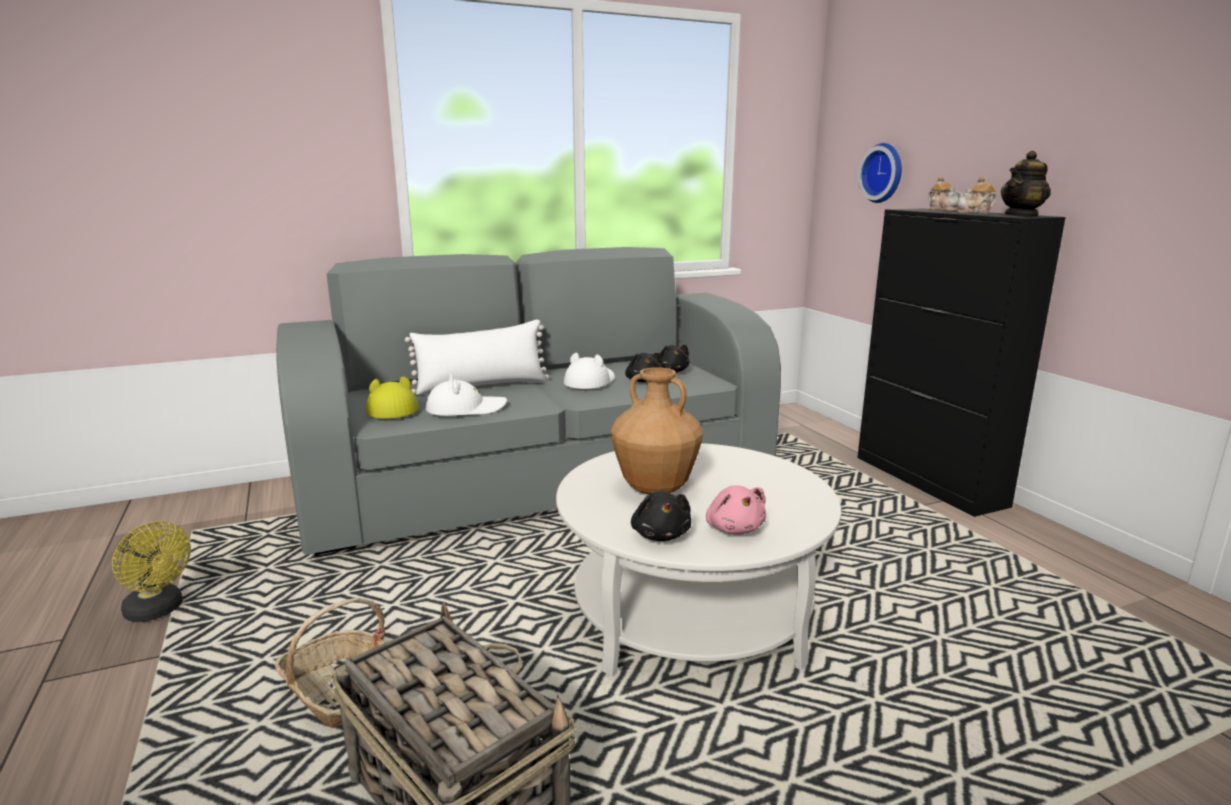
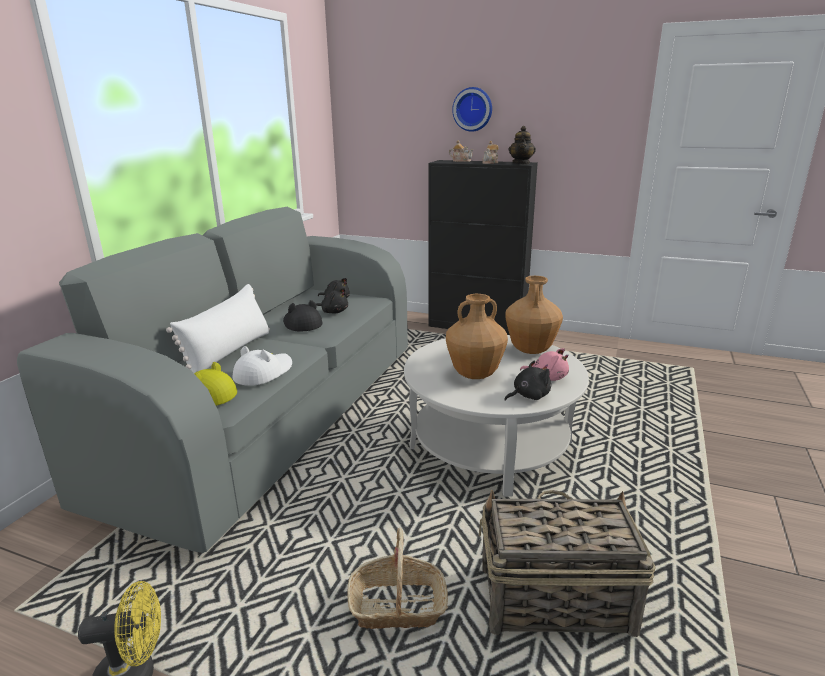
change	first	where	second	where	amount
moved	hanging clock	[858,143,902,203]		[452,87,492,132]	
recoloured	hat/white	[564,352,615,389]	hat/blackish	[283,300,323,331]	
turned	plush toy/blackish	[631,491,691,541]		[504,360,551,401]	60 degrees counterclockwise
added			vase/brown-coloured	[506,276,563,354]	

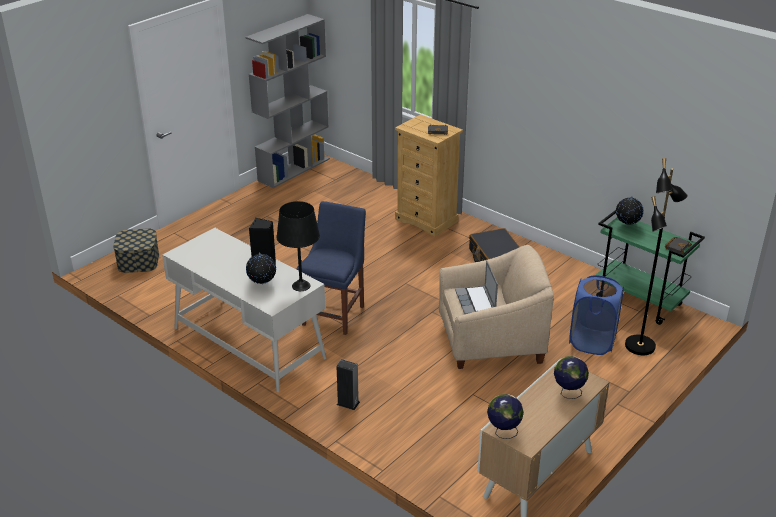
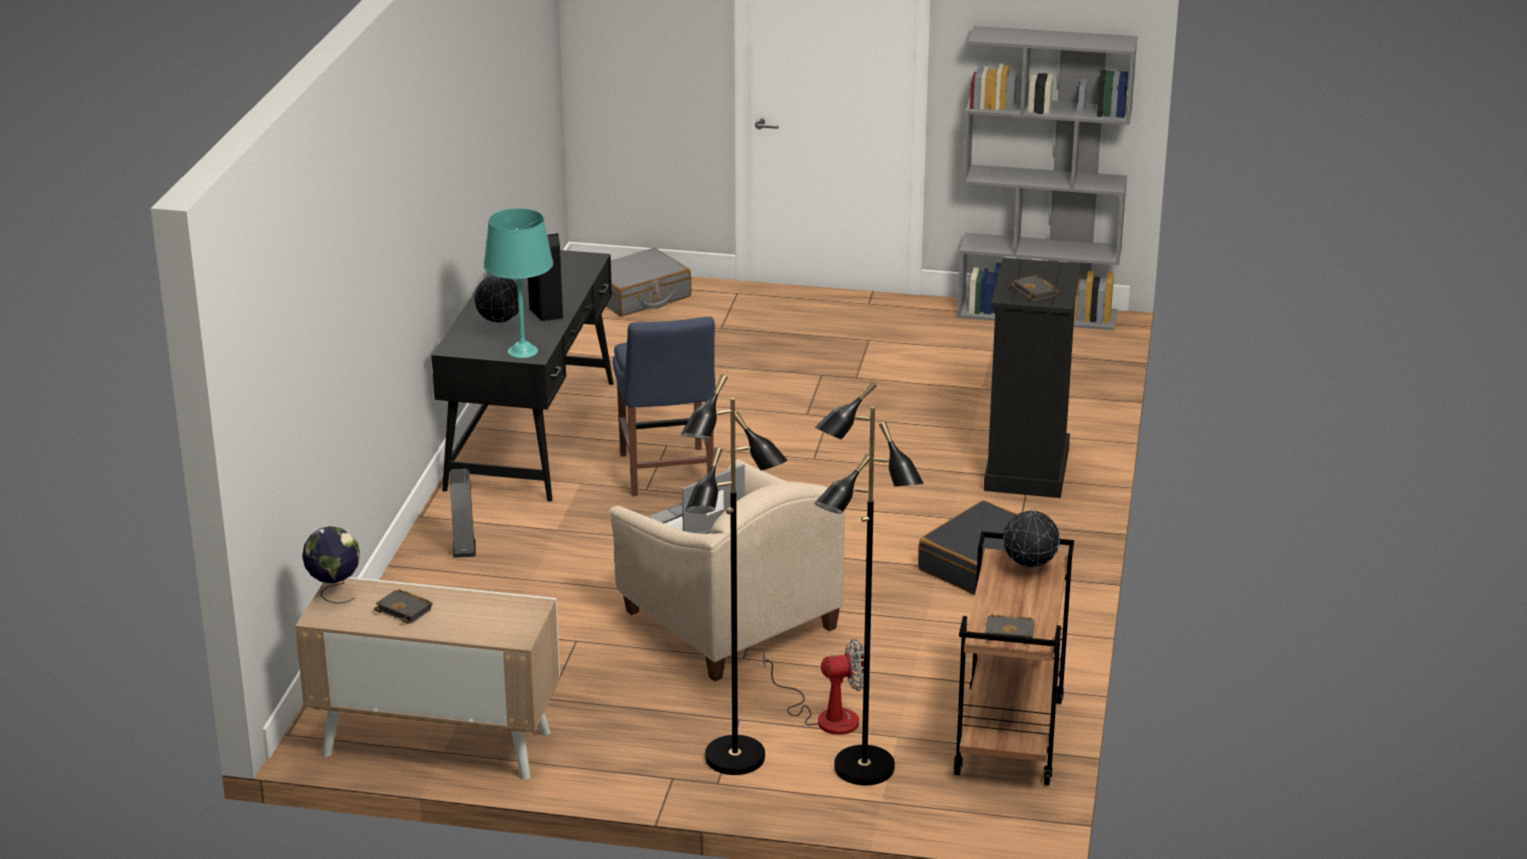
change	first	where	second	where	amount
recoloured	dresser/beige	[395,114,463,237]	dresser/blackish	[984,258,1081,498]	
recoloured	table lamp/blackish	[276,201,320,291]	table lamp/turquoise	[484,208,553,358]	
turned	chair/blue	[296,201,366,335]		[613,317,716,496]	90 degrees clockwise
recoloured	wheeled cart/greenish	[596,210,705,325]	wheeled cart/brown-coloured	[954,531,1074,785]	
recoloured	desk unit/white	[162,228,326,392]	desk unit/blackish	[431,250,614,502]	
replaced	storage container	[113,229,159,273]	piece of luggage/gray	[606,248,691,316]	
replaced	washing basket/blue	[569,275,624,355]	electric fan	[763,639,864,735]	
removed	desk globe	[554,356,589,399]			
added			standard lamp/blackish	[681,374,788,775]	
added			book/blackish	[374,589,433,624]	

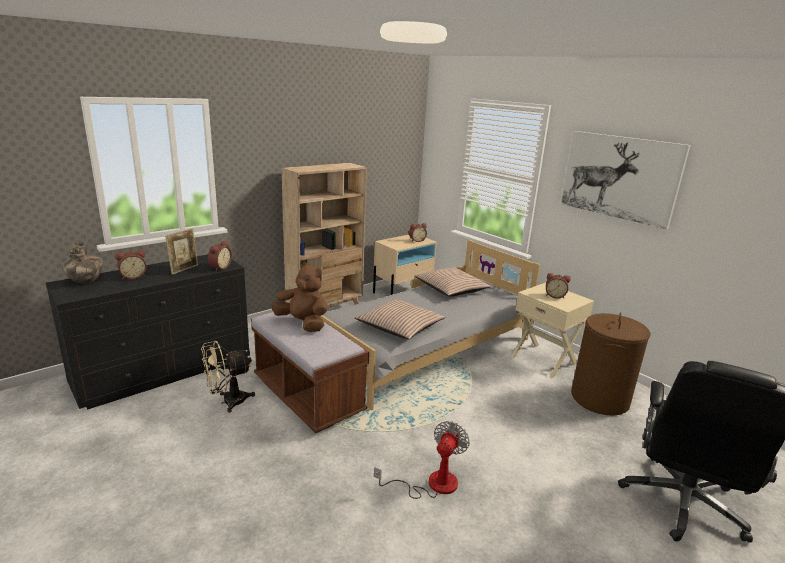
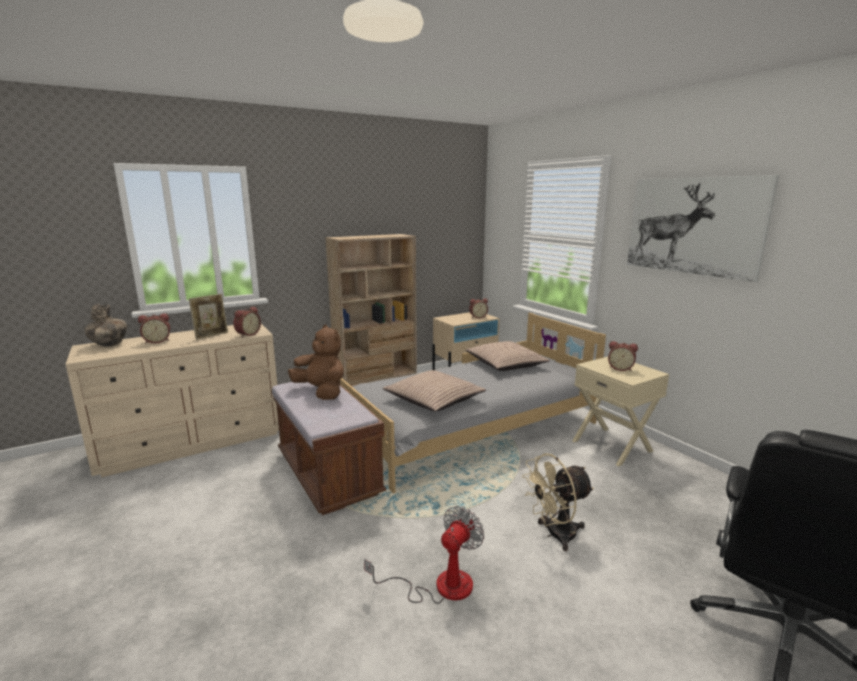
change	first	where	second	where	amount
recoloured	dresser/blackish	[46,255,250,410]	dresser/beige	[66,324,279,477]	
removed	washing basket/brown-coloured	[571,312,651,416]			
moved	electric fan/beige	[201,341,255,413]		[522,453,594,551]	

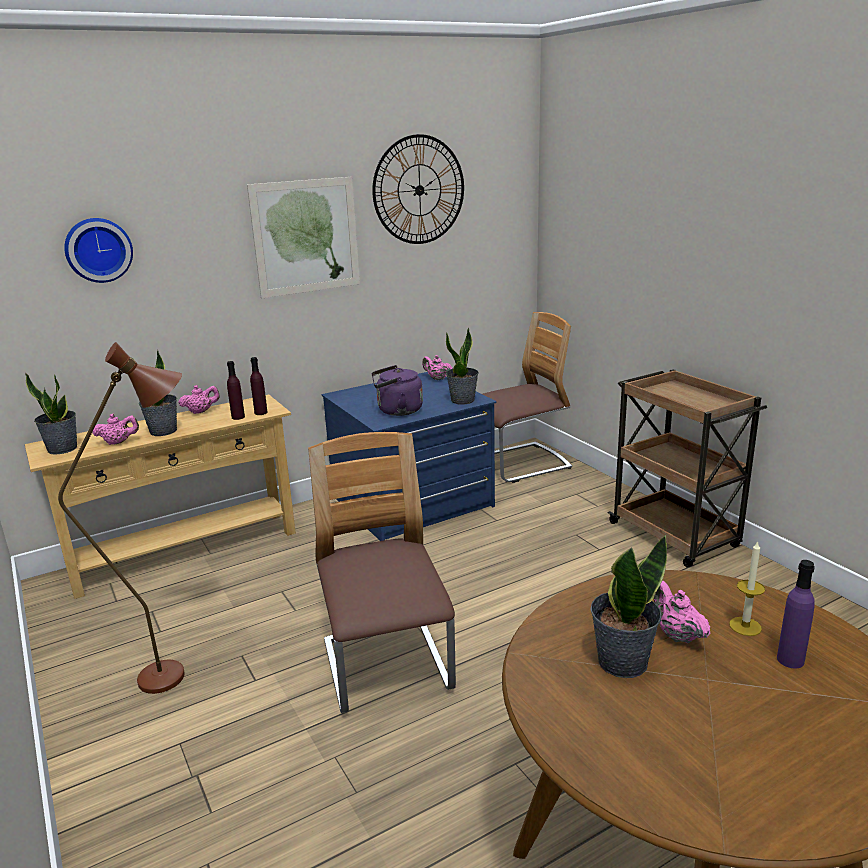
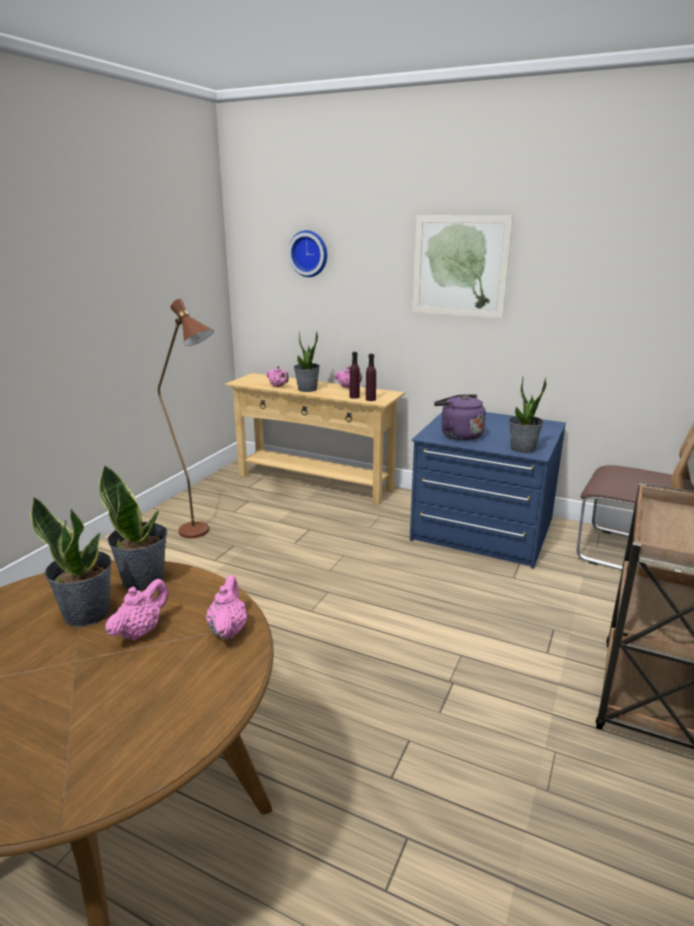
change	first	where	second	where	amount
removed	hanging clock	[372,134,464,244]			
moved	tea pot/pink	[422,355,452,380]		[206,575,248,639]	
moved	houseplant	[25,373,77,454]		[99,464,168,591]	
removed	chair	[308,432,456,713]			
removed	wax candle	[729,541,765,636]			
removed	beverage bottle/purple	[777,560,815,668]			

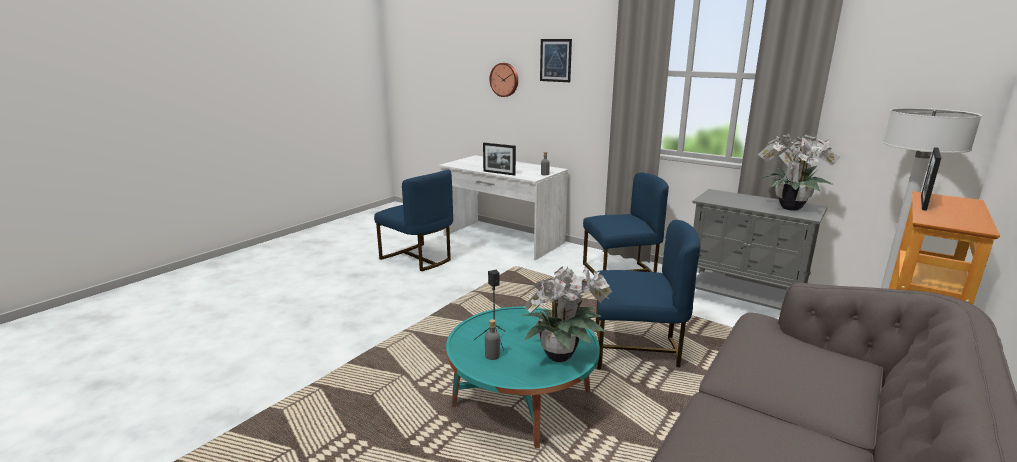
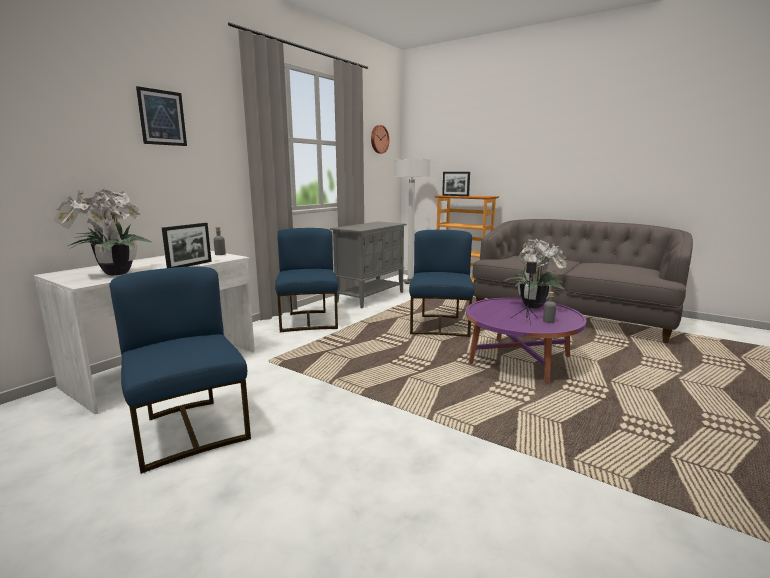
change	first	where	second	where	amount
moved	hanging clock	[489,63,518,97]		[371,125,389,154]	
moved	houseplant	[758,134,840,211]		[53,187,153,275]	
turned	chair/blue	[374,170,453,271]		[109,267,251,474]	75 degrees counterclockwise
recoloured	low table/turquoise	[446,307,600,449]	low table/purple	[466,298,586,384]	

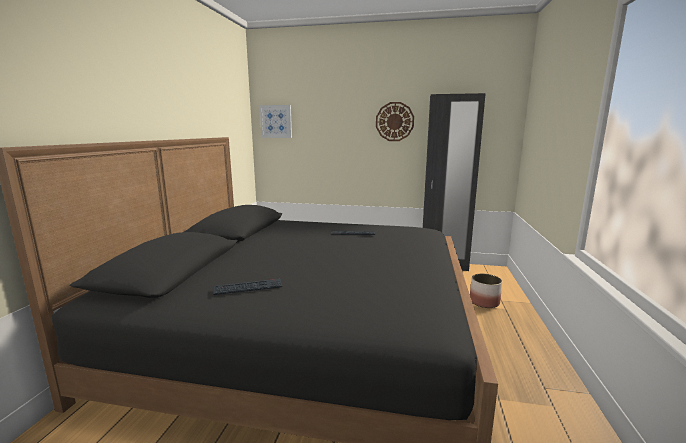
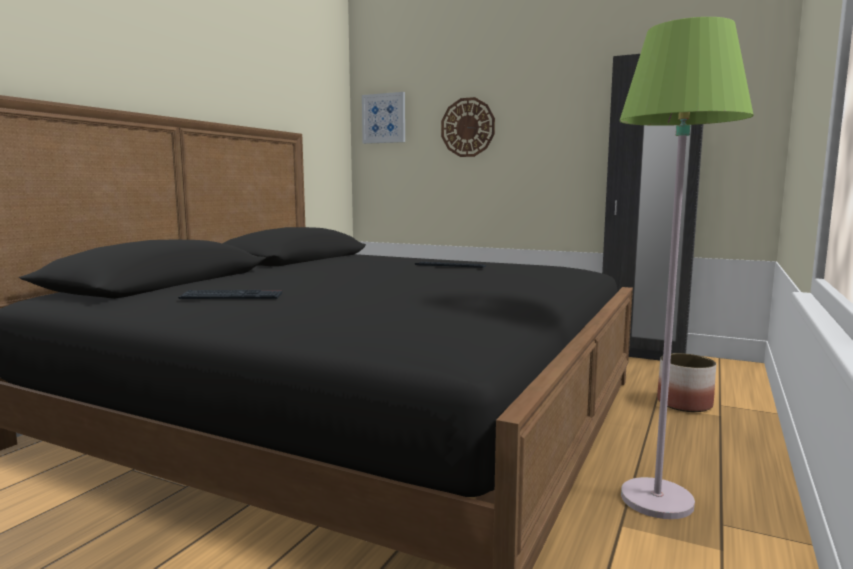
change	first	where	second	where	amount
moved	hanging clock	[376,102,414,141]		[441,97,495,157]	
added			standard lamp/greenish	[620,17,753,519]	

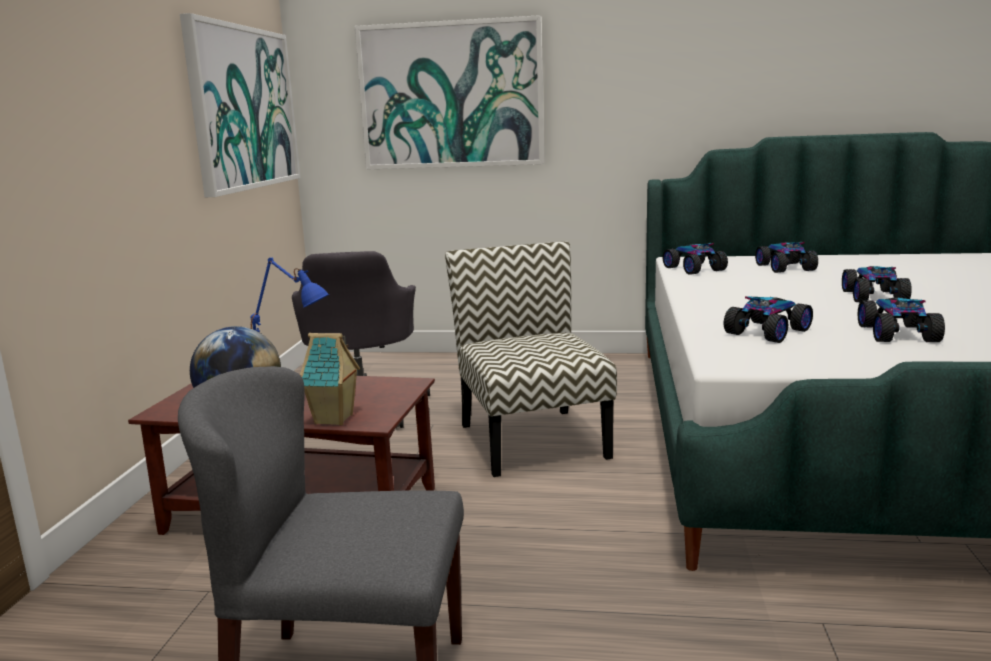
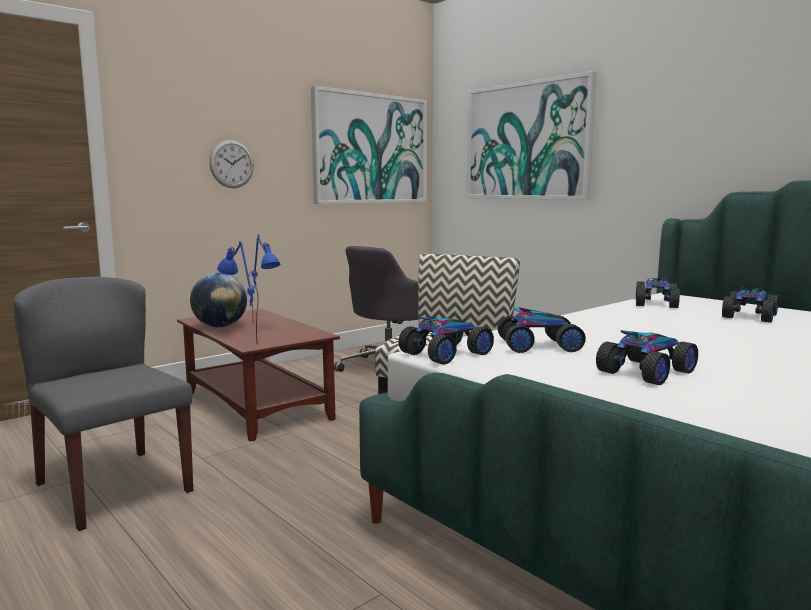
change	first	where	second	where	amount
moved	toy car	[842,266,912,302]		[398,316,494,365]	
replaced	toy house	[300,333,360,425]	table lamp/blue	[217,241,259,342]	
added			hanging clock	[209,140,254,188]	

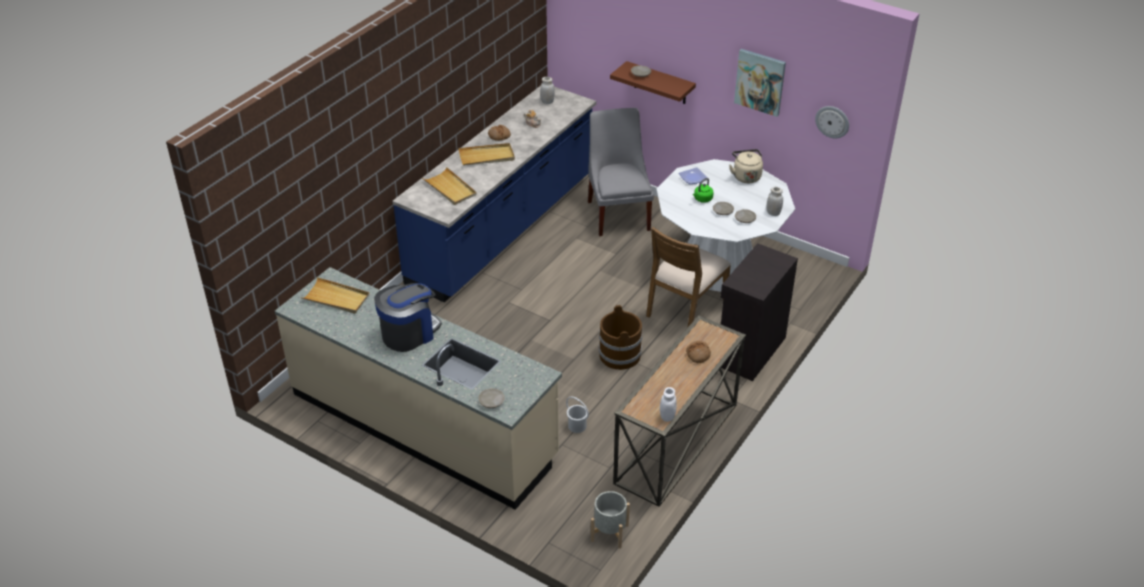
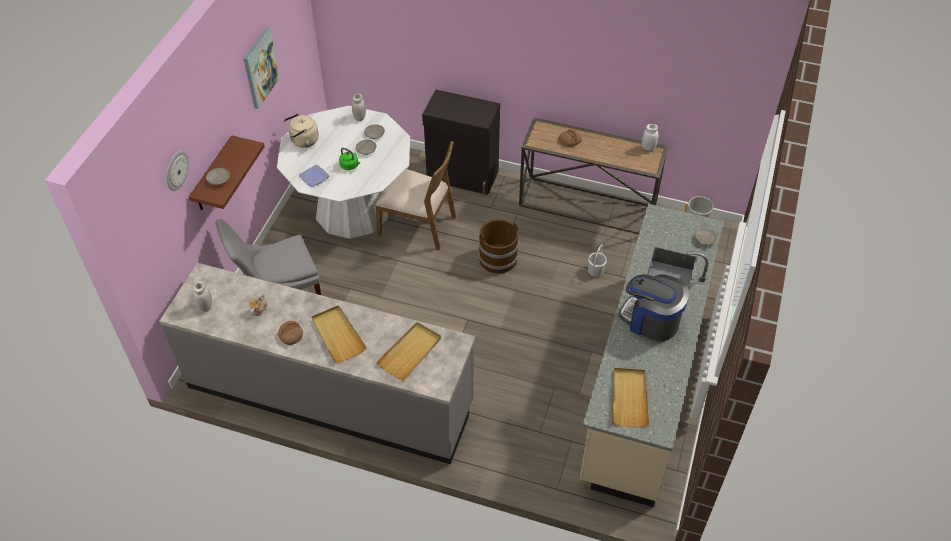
change	first	where	second	where	amount
recoloured	kitchen base unit/blue	[392,86,596,302]	kitchen base unit/gray	[159,263,475,464]	
moved	hanging clock	[815,106,849,139]		[166,150,189,191]	

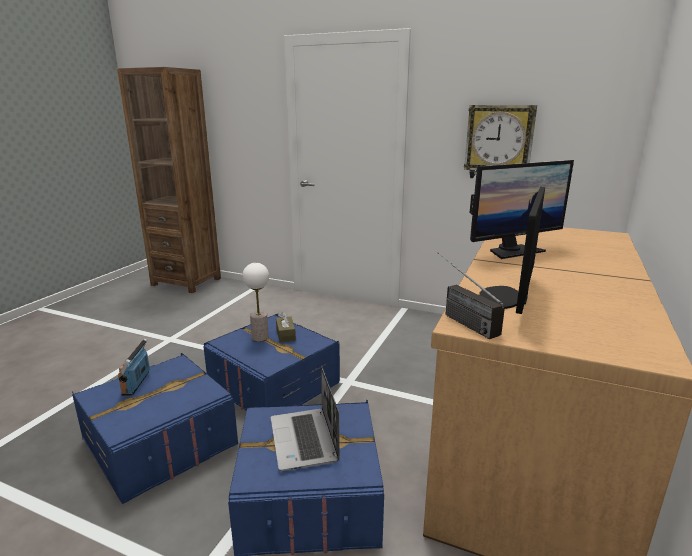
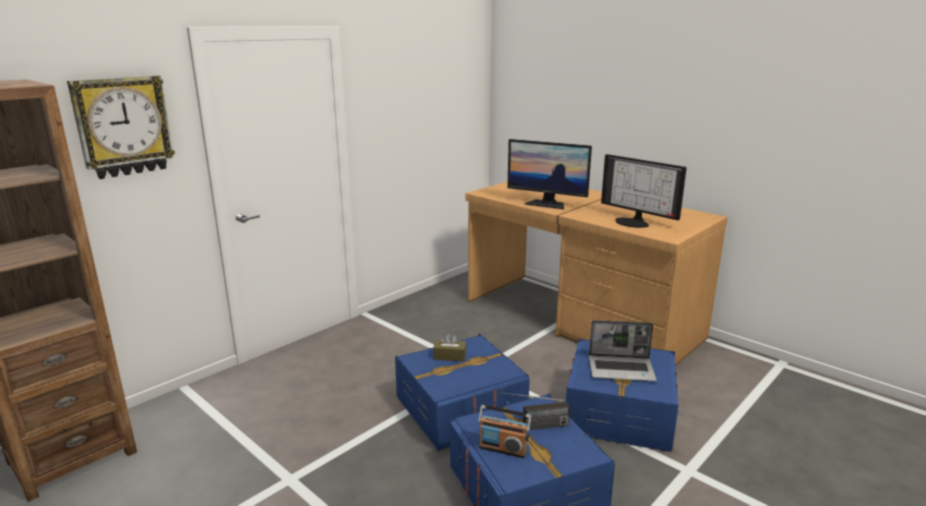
change	first	where	second	where	amount
moved	hanging clock	[464,105,537,178]		[67,76,175,179]	
turned	monitor	[470,160,574,259]		[507,139,592,209]	120 degrees clockwise
moved	radio set	[437,252,505,339]		[500,392,570,430]	
removed	table lamp	[242,263,269,342]			

